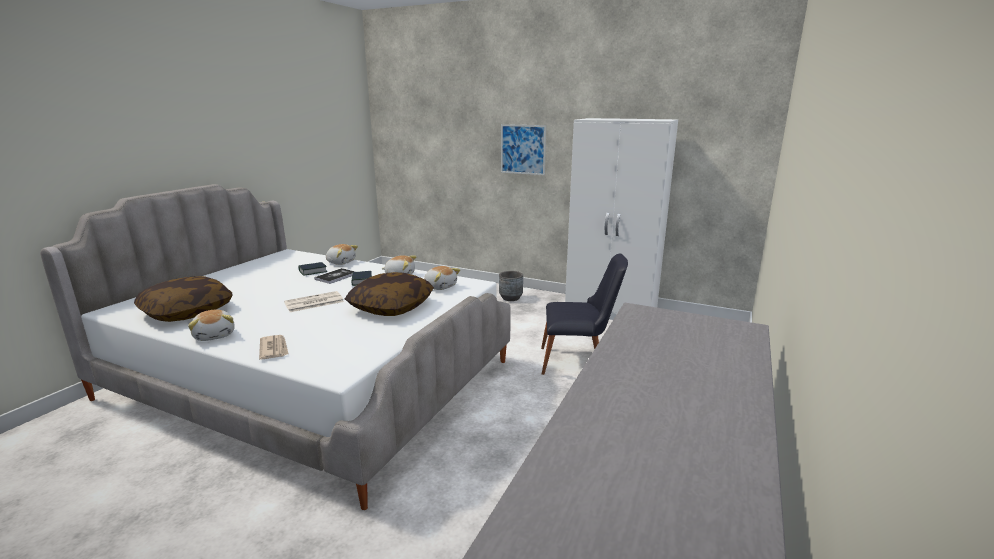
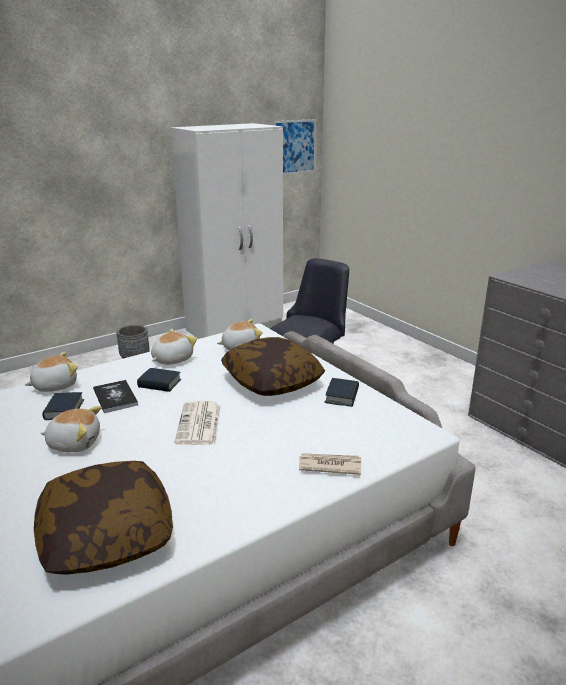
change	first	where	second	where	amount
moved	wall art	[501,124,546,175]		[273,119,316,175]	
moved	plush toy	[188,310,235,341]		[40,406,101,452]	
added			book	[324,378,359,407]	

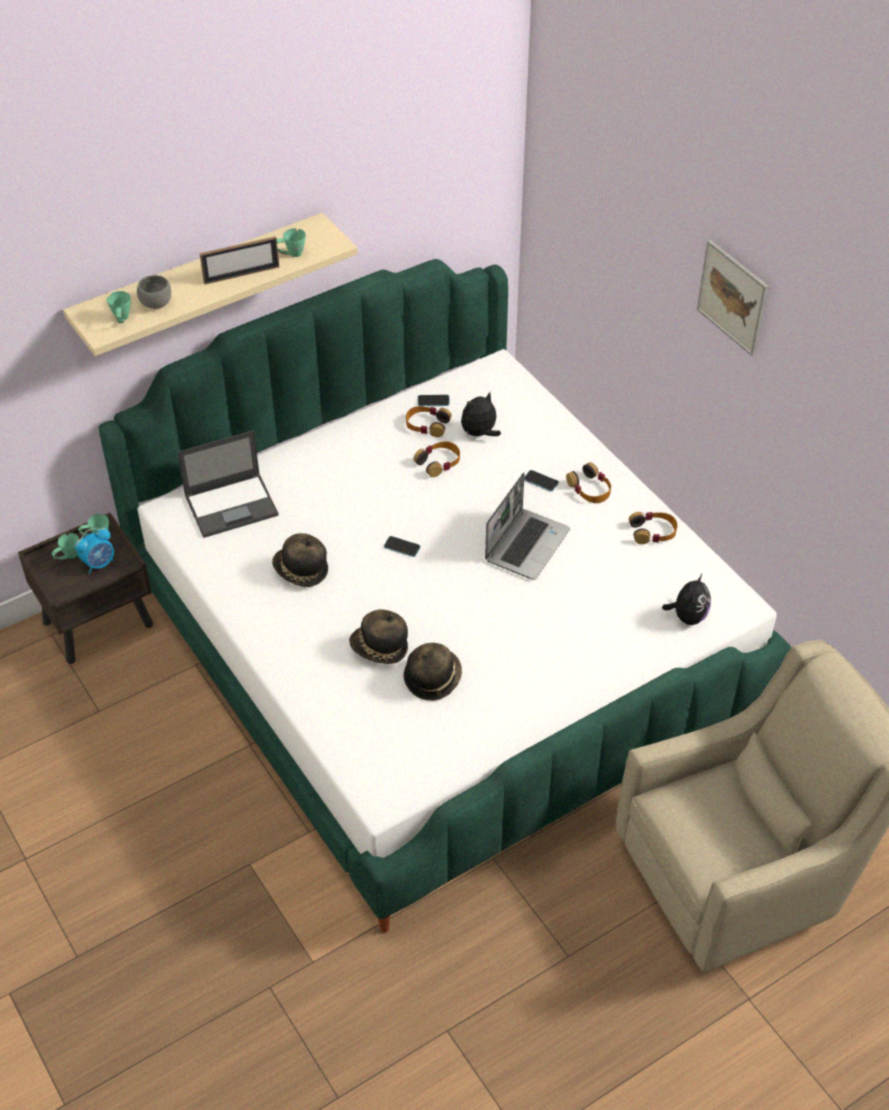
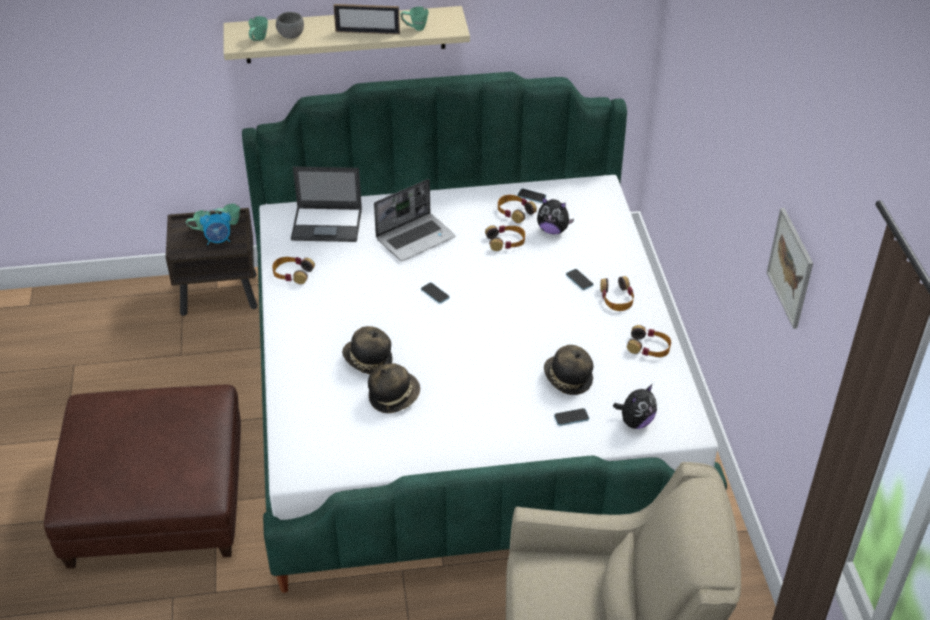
change	first	where	second	where	amount
moved	wall art	[697,240,768,356]		[767,208,813,329]	
turned	plush toy	[461,392,501,437]		[537,197,574,234]	150 degrees counterclockwise
moved	portable computer	[485,472,570,580]		[374,179,455,261]	
moved	hat	[272,533,328,587]		[544,345,593,395]	
added			headphones	[272,257,315,284]	
added			footrest/brown-coloured	[44,385,241,569]	
added			telephone	[554,408,589,426]	

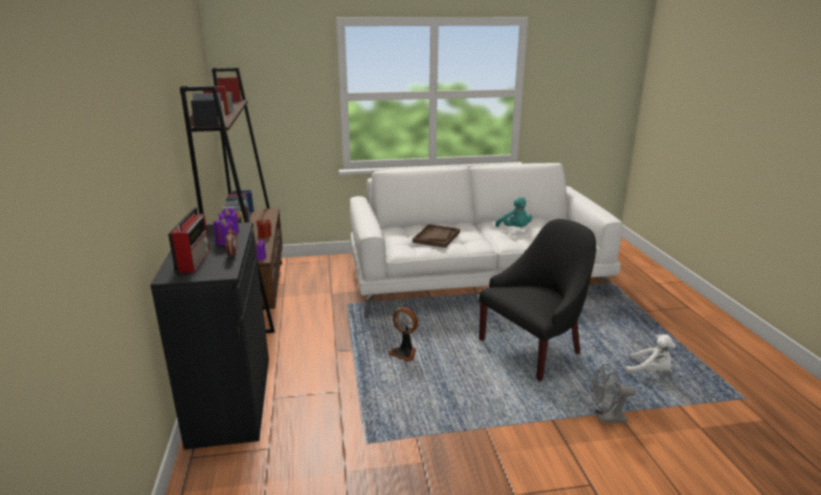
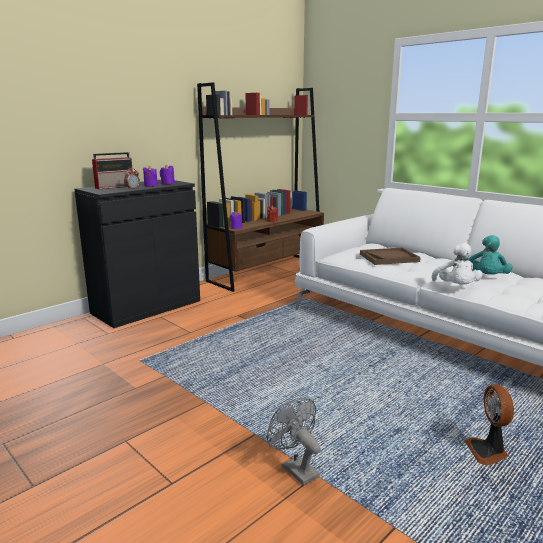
change	first	where	second	where	amount
removed	armchair/blackish	[479,219,596,381]			
moved	electric fan	[389,307,418,362]		[464,384,514,465]	
moved	plush toy/white	[625,334,676,374]		[432,243,482,285]	

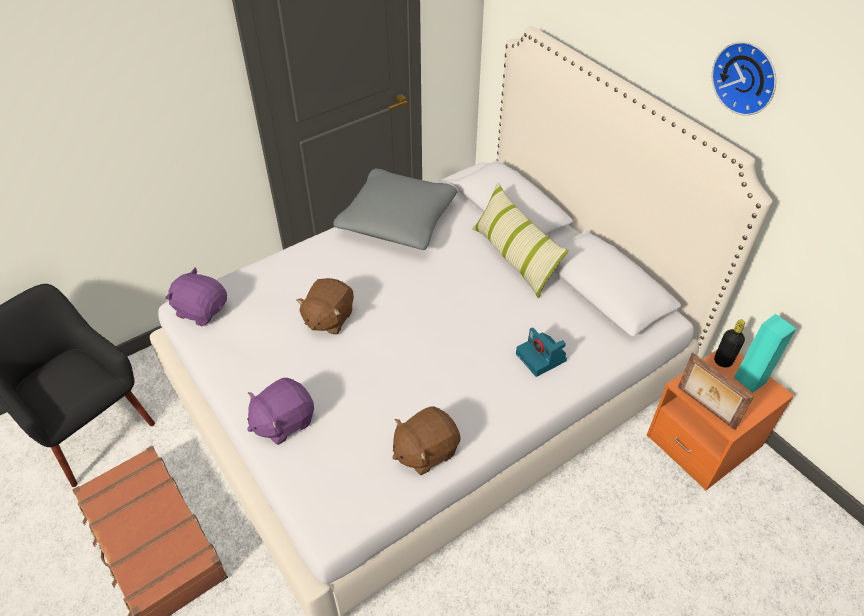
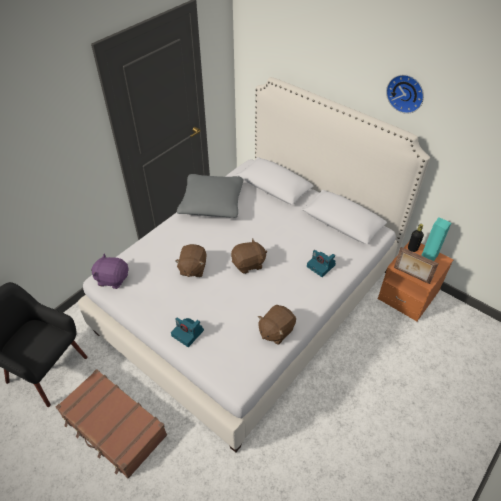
change	first	where	second	where	amount
removed	pillow	[472,182,569,298]			
replaced	plush toy/purple	[247,378,314,445]	still camera	[171,318,204,347]	
added			plush toy/brown-coloured	[231,239,267,274]	

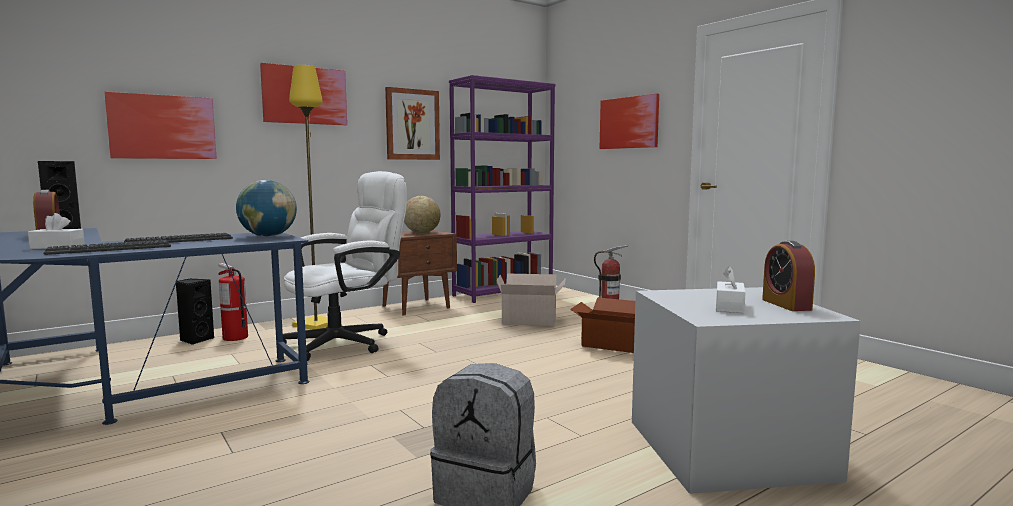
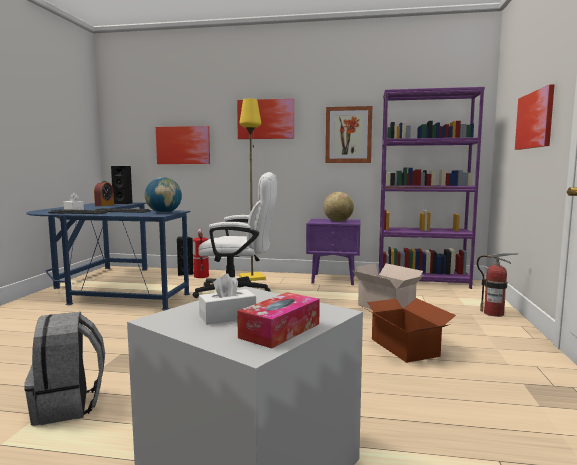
change	first	where	second	where	amount
recoloured	nightstand/brown-coloured	[383,230,457,315]	nightstand/purple	[306,219,361,285]	
replaced	alarm clock	[762,241,815,311]	box of tissues	[237,292,320,349]	

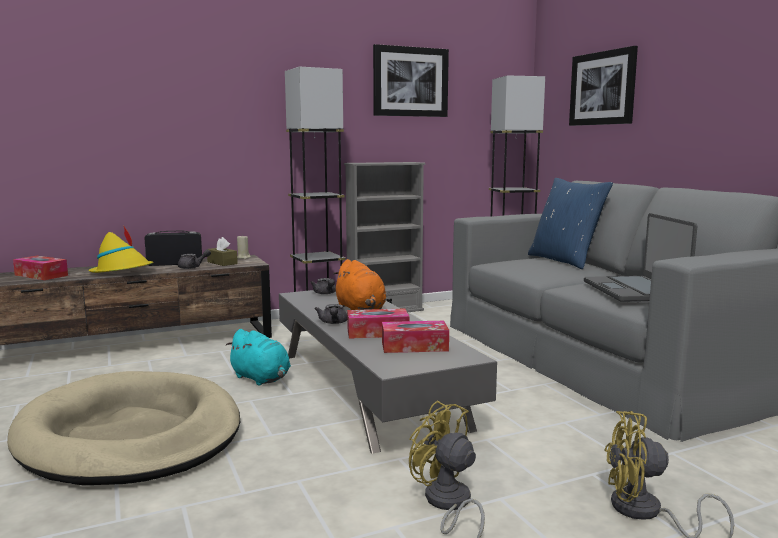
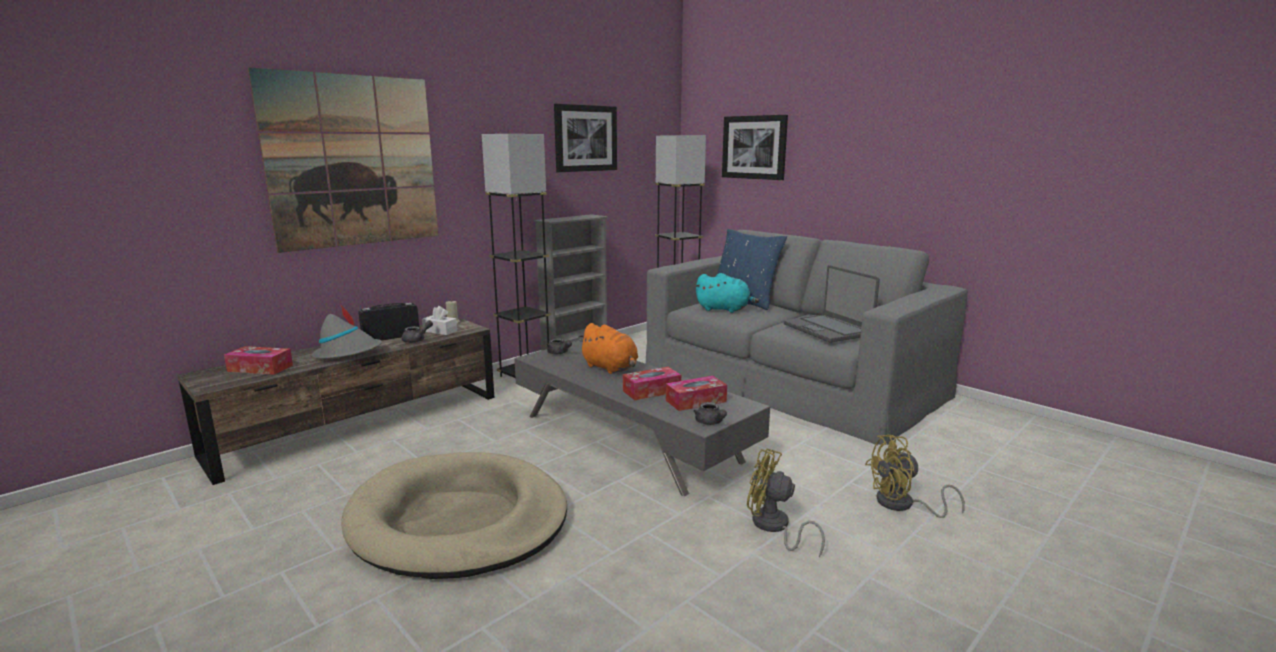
change	first	where	second	where	amount
recoloured	hat/yellow	[88,226,153,273]	hat/gray	[312,305,382,359]	
recoloured	box of tissues/brown-coloured	[207,237,238,266]	box of tissues/white	[422,306,457,335]	
moved	tea pot/gray	[315,304,347,324]		[693,402,727,425]	
moved	plush toy/turquoise	[226,329,291,386]		[695,273,759,313]	
added			wall art	[248,67,438,253]	

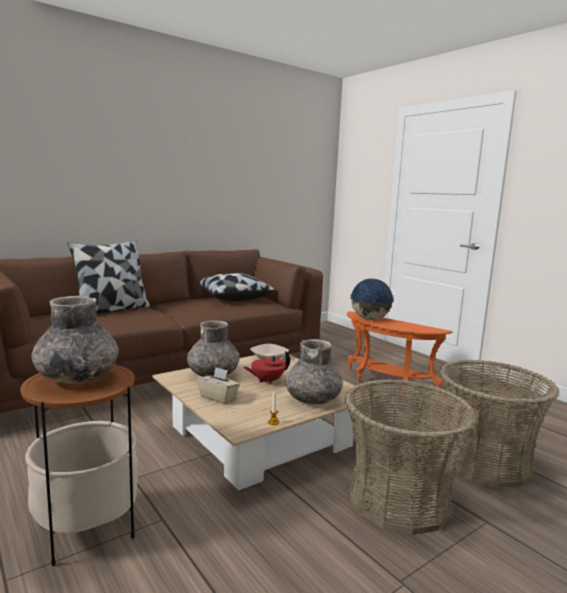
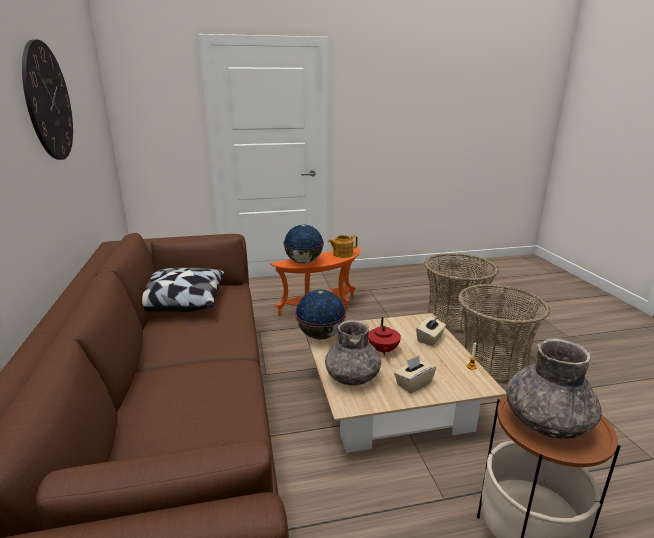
change	first	where	second	where	amount
removed	pillow	[67,241,150,314]			
replaced	vase/gray	[285,339,343,404]	box of tissues/beige	[416,316,446,346]	
replaced	serving bowl	[250,344,289,359]	desk globe	[295,290,346,339]	
added			hanging clock	[22,39,73,160]	
added			tea pot	[328,235,358,258]	

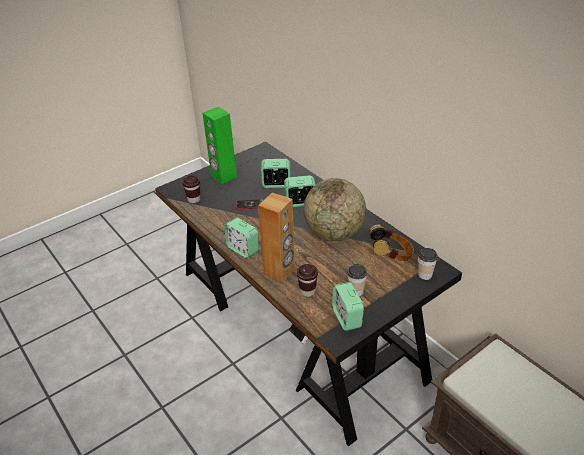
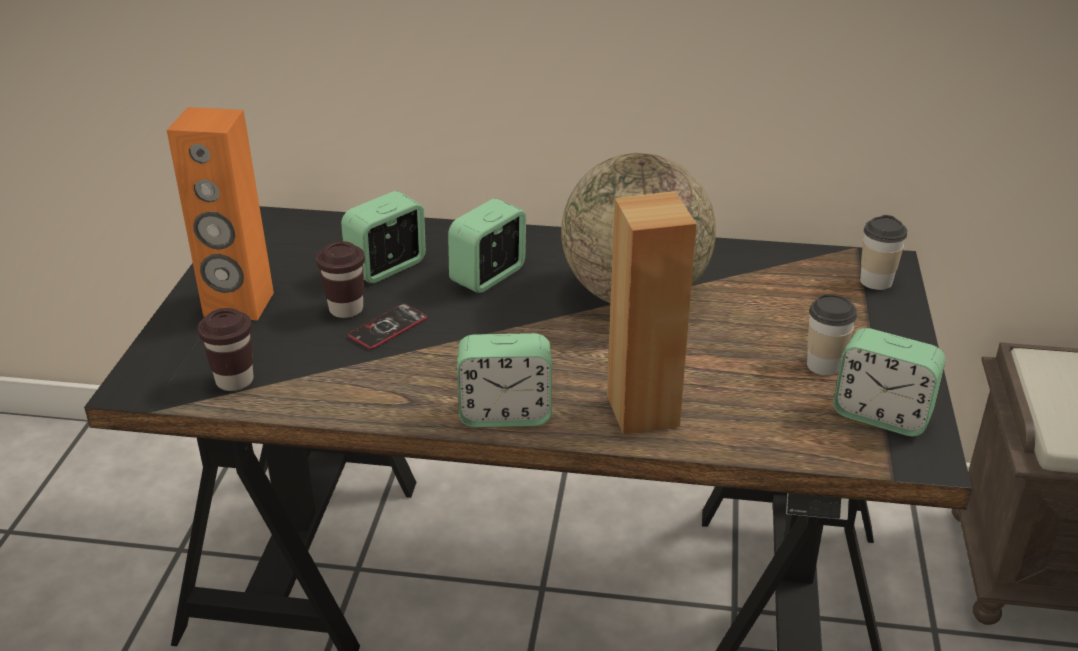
change	first	where	second	where	amount
recoloured	loudspeaker/greenish	[202,107,237,184]	loudspeaker/orange-coloured	[167,107,274,321]	
removed	headphones	[369,224,414,261]			
moved	cup/brown-coloured	[297,264,318,297]		[316,241,365,318]	

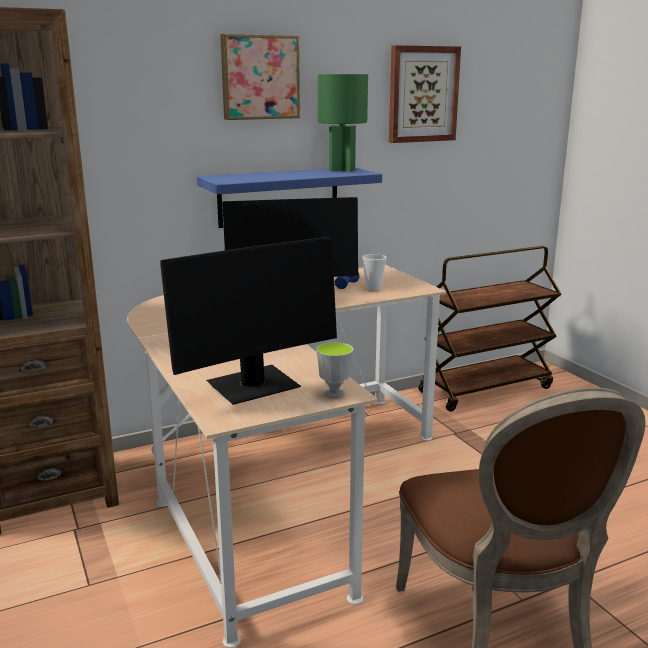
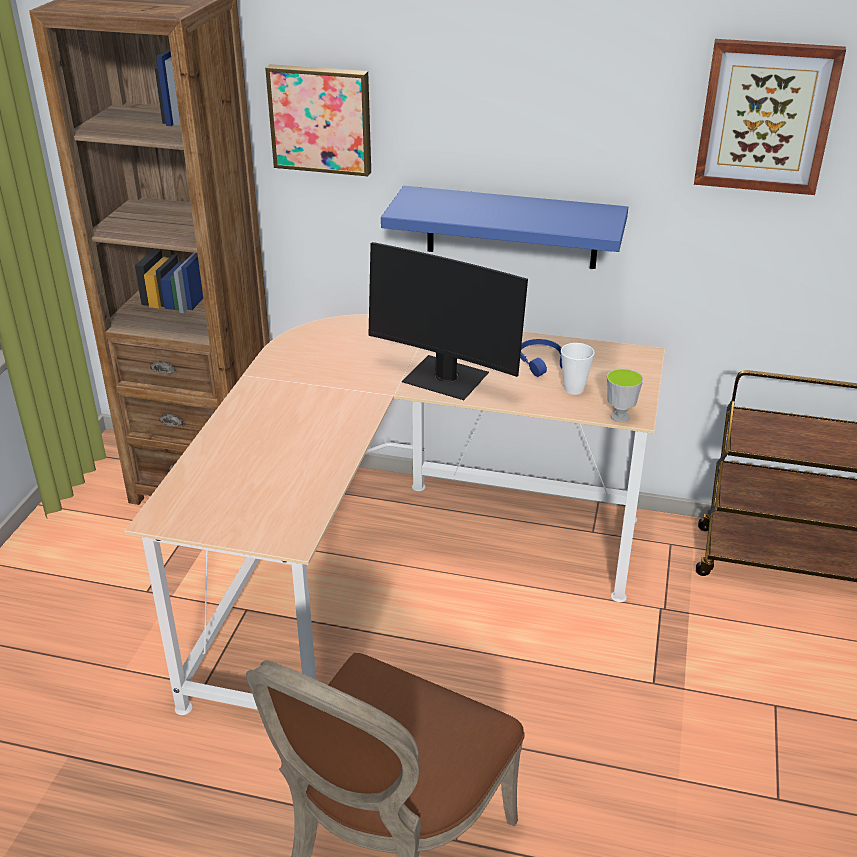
change	first	where	second	where	amount
moved	wall art	[220,34,300,120]		[265,64,371,176]	
removed	table lamp/greenish	[318,74,368,172]			
removed	monitor	[160,237,337,405]			
moved	cup	[316,342,353,398]		[607,368,643,422]	

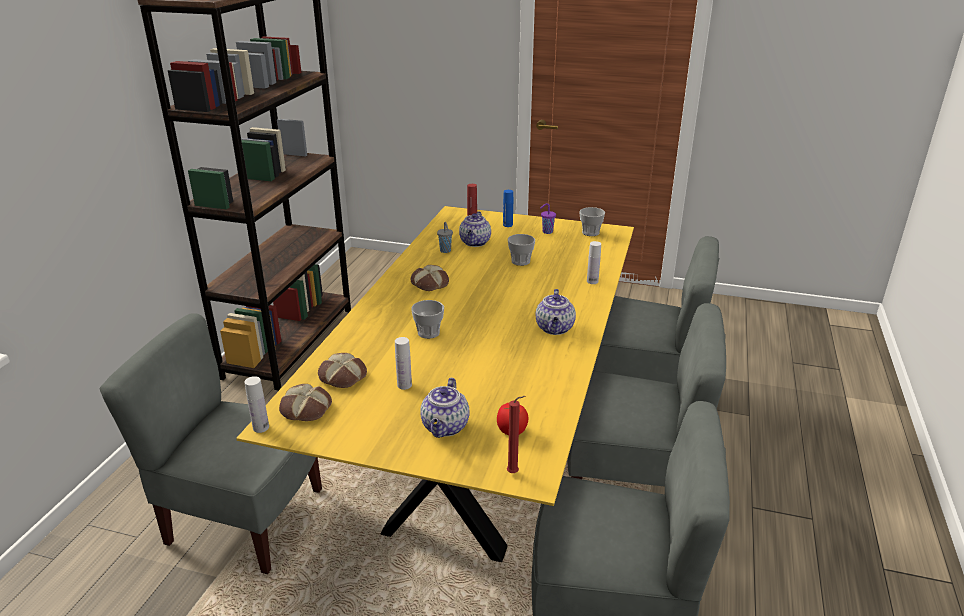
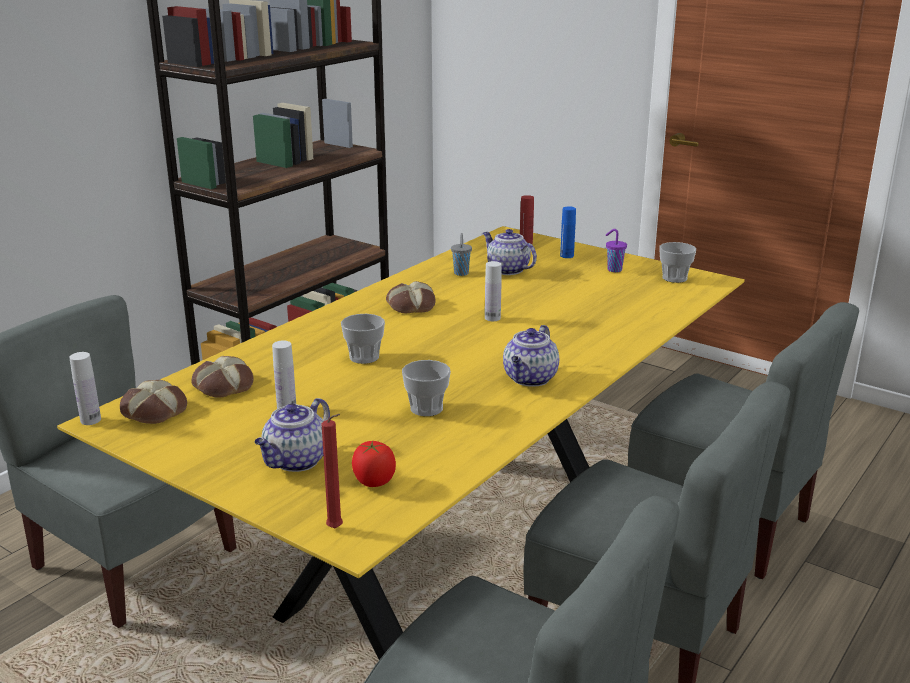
change	first	where	second	where	amount
turned	tea pot	[459,212,491,247]		[483,229,537,275]	105 degrees clockwise
moved	cup	[508,234,535,266]		[402,360,451,416]	
moved	beverage bottle/white	[587,241,601,284]		[485,261,502,321]	

